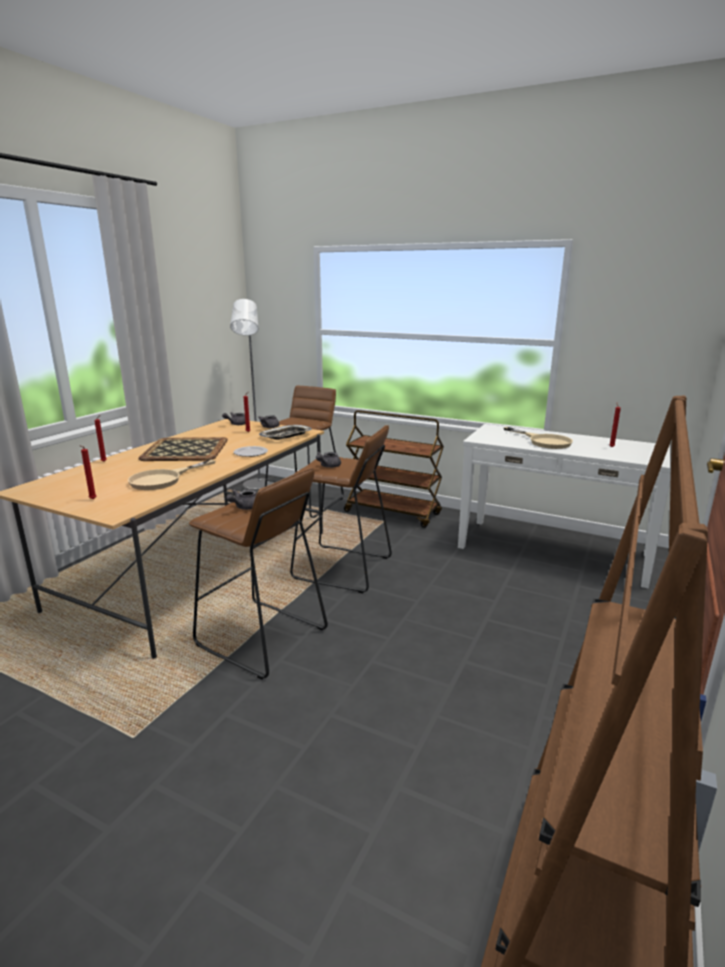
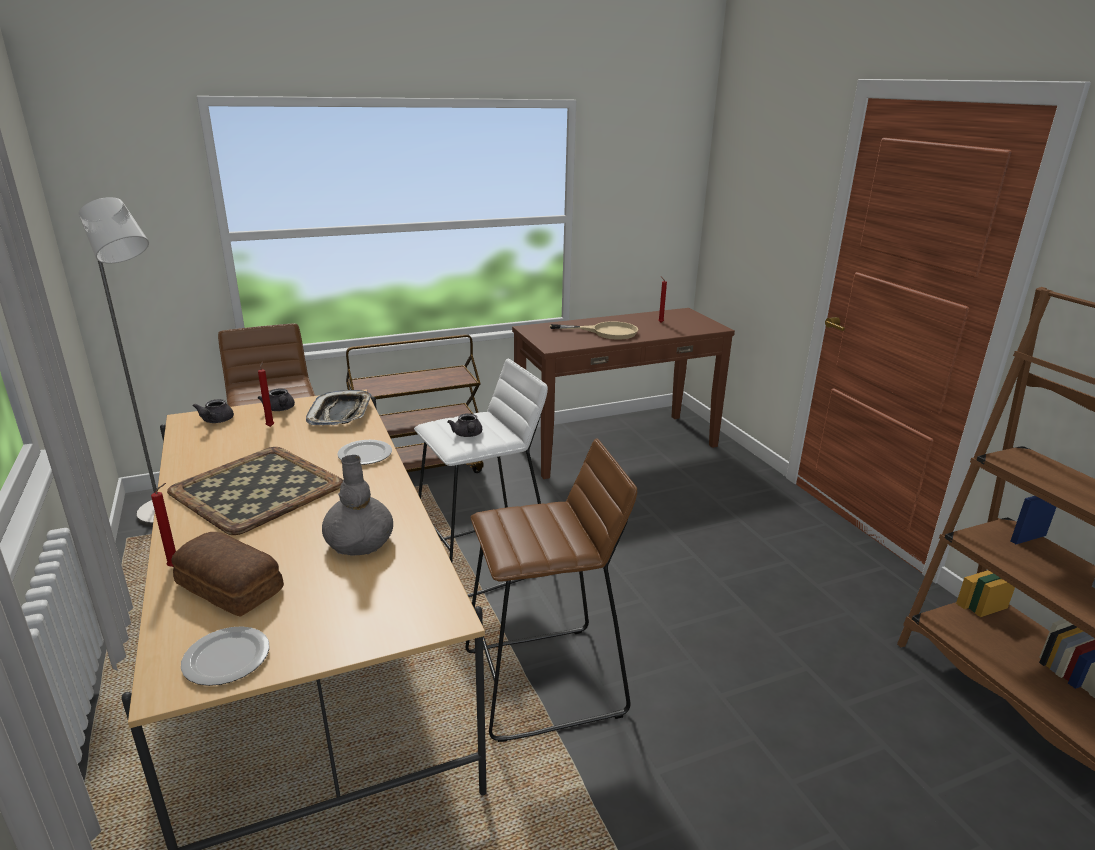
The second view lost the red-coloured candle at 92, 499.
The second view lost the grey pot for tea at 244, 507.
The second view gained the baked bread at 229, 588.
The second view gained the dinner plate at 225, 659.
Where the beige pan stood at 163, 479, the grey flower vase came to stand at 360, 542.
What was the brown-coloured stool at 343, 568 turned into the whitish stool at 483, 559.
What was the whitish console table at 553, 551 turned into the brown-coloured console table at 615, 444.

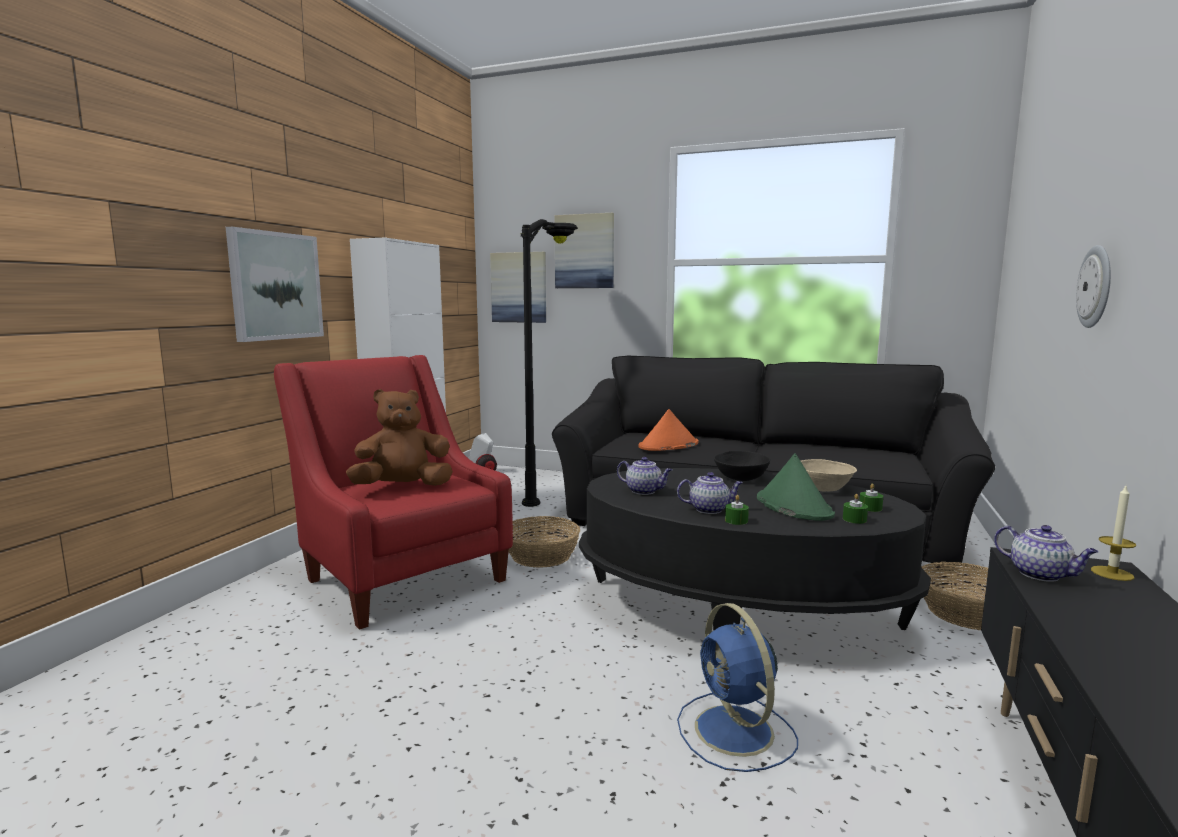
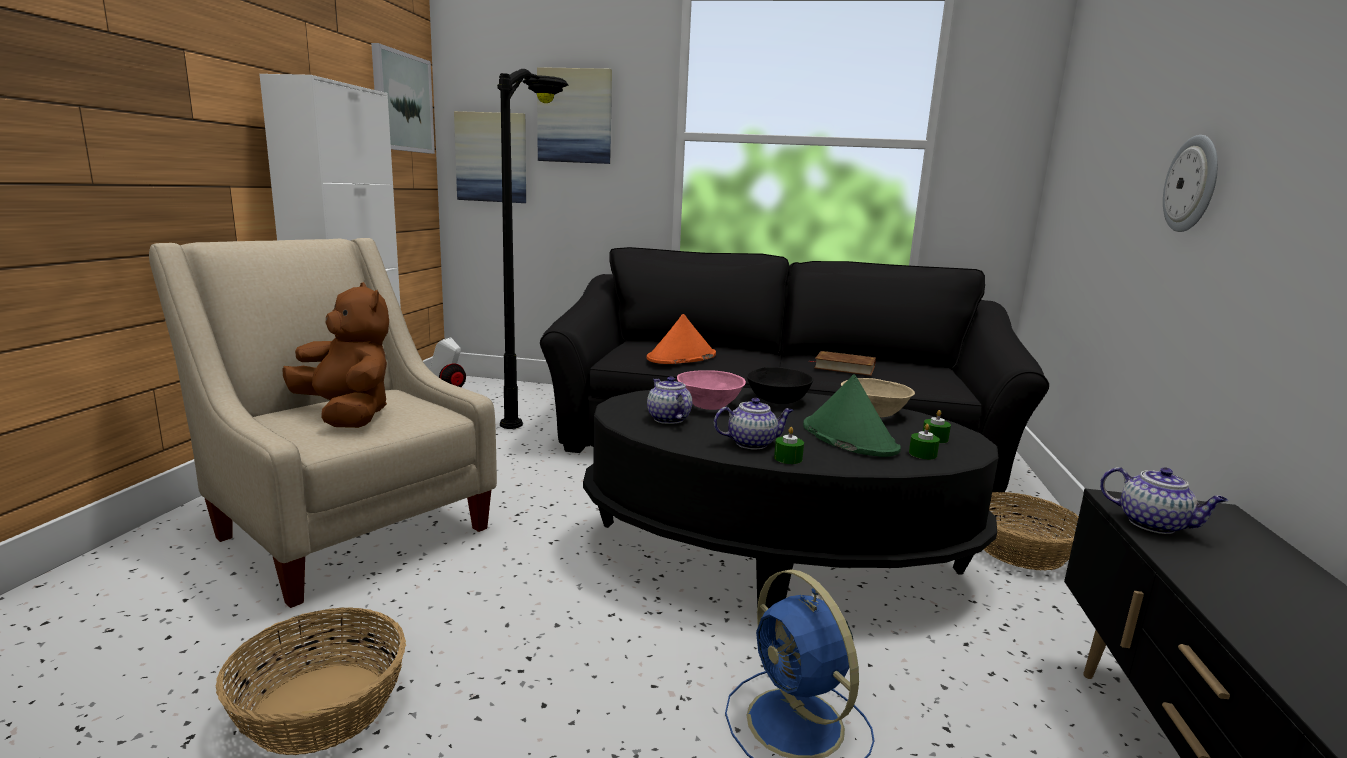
The second view lost the candle at 1112, 573.
The second view gained the pink deep dish at 708, 405.
The second view gained the brown-coloured bound book at 844, 367.
The wall picture ended up elsewhere, having gone from 275, 286 to 402, 102.
The basket ended up elsewhere, having gone from 540, 556 to 319, 707.
What was the red-coloured lounge chair at 400, 575 turned into the beige lounge chair at 346, 526.
The brown-coloured plush toy at 403, 487 ended up facing another way, 75 degrees clockwise from before.
The pot for tea at 644, 491 ended up facing another way, 135 degrees counterclockwise from before.

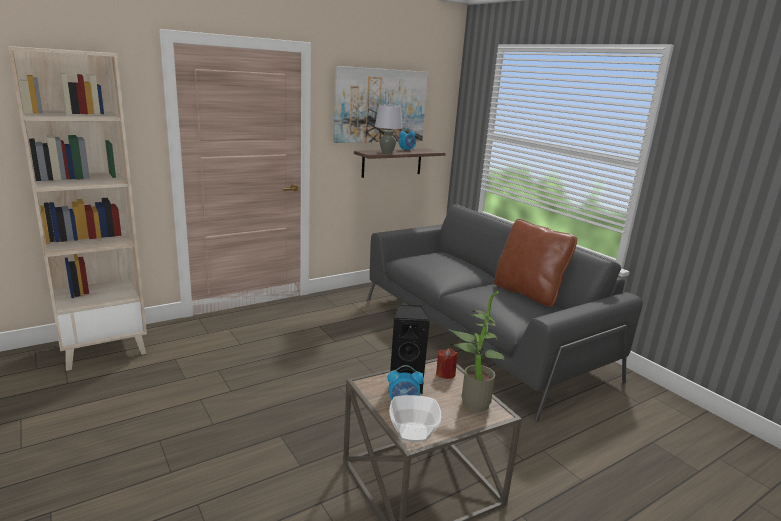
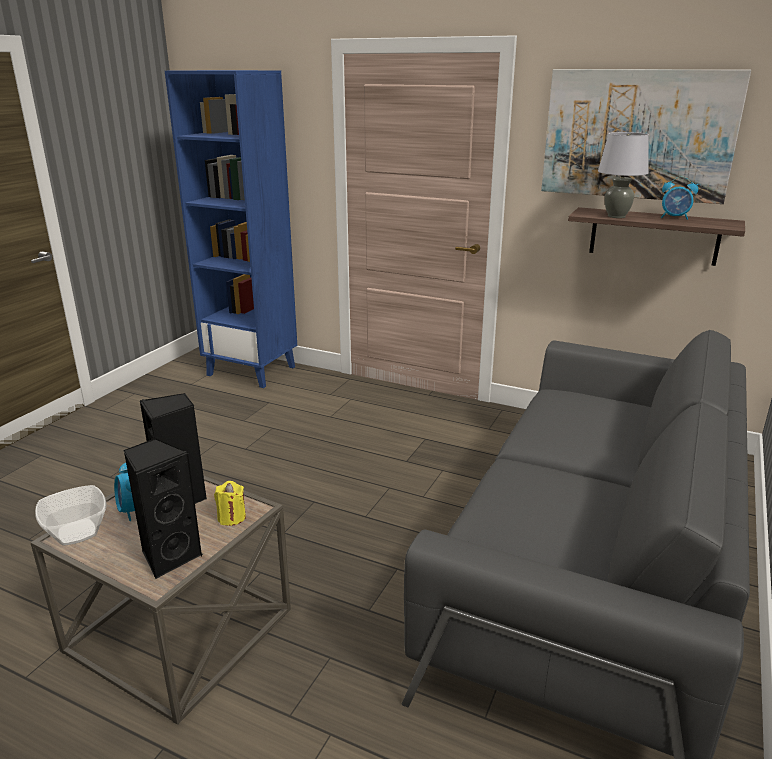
The second view lost the brown-coloured cushion at 528, 293.
Where the plant in a pot stood at 470, 403, the black-coloured loudspeaker came to stand at 169, 556.
What was the beige bookcase at 104, 348 turned into the blue bookcase at 252, 371.
What was the red-coloured candle at 445, 374 turned into the yellow-coloured candle at 231, 517.

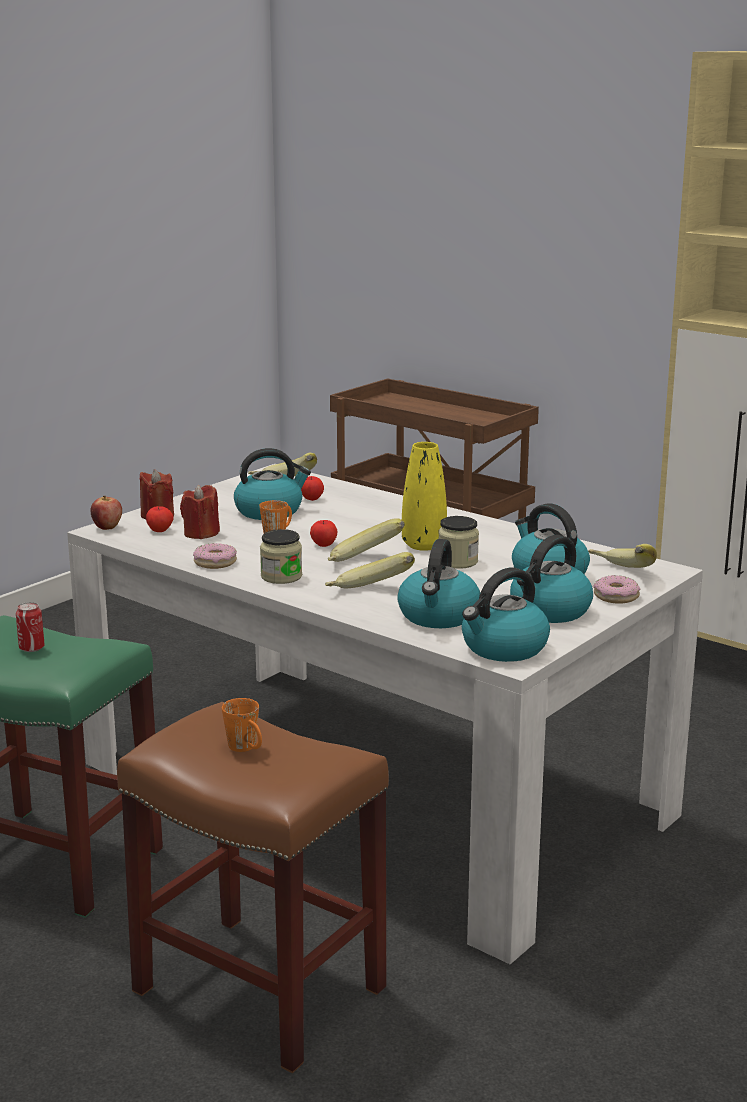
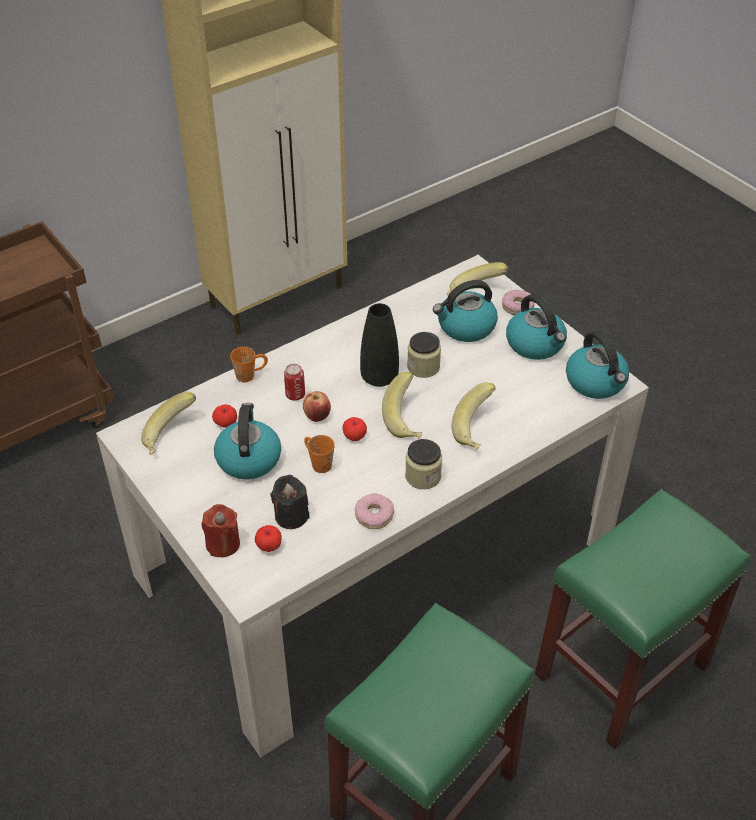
The second view lost the water kettle at 438, 616.
The sealed can ended up elsewhere, having gone from 31, 648 to 295, 395.
The apple fruit ended up elsewhere, having gone from 107, 528 to 317, 416.
The orange mug ended up elsewhere, having gone from 247, 749 to 251, 374.
What was the brown-coloured stool at 256, 989 turned into the greenish stool at 621, 672.
What was the red-coloured candle at 201, 533 turned into the black-coloured candle at 291, 516.
What was the yellow-coloured flower vase at 423, 545 turned into the black-coloured flower vase at 379, 377.

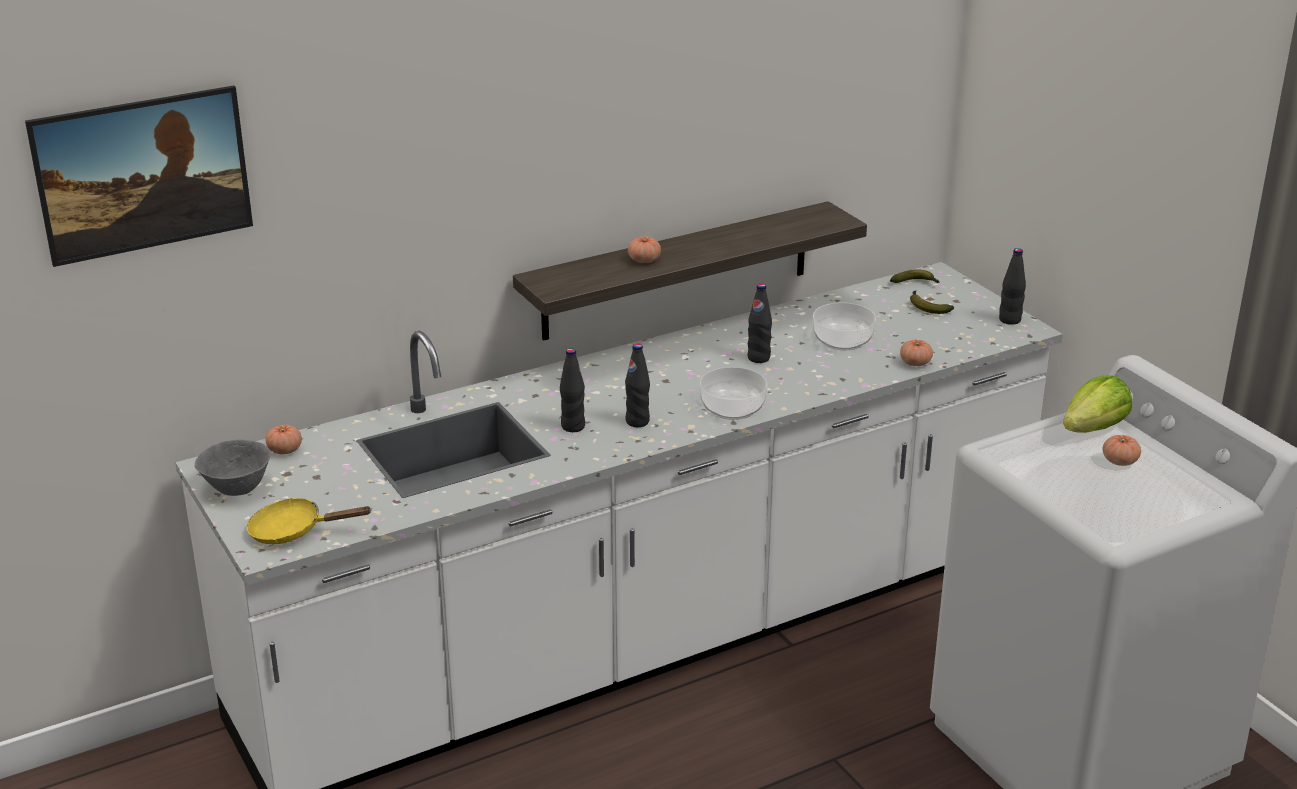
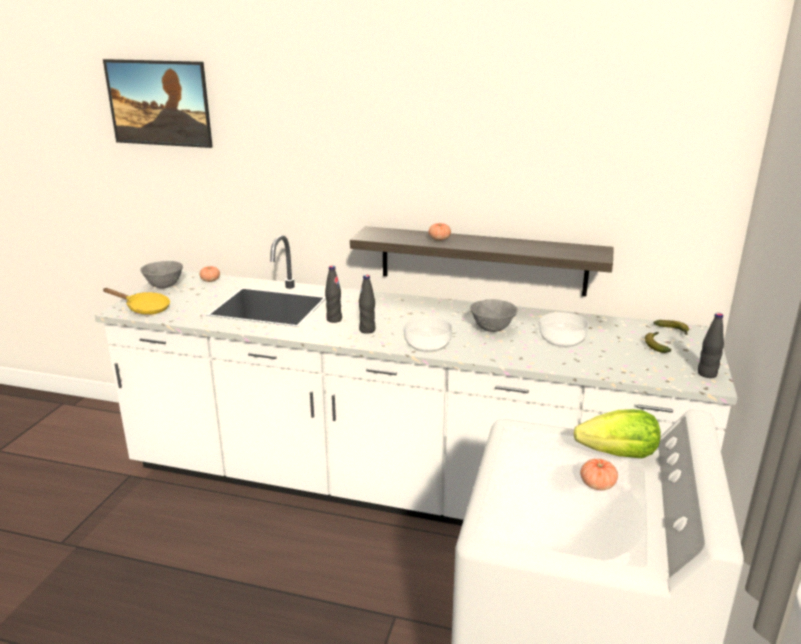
The second view lost the fresh tomato at 915, 363.
Where the black-coloured bottle stood at 758, 358, the grey deep dish came to stand at 492, 329.
The yellow-coloured pan at 294, 531 ended up facing another way, 150 degrees clockwise from before.

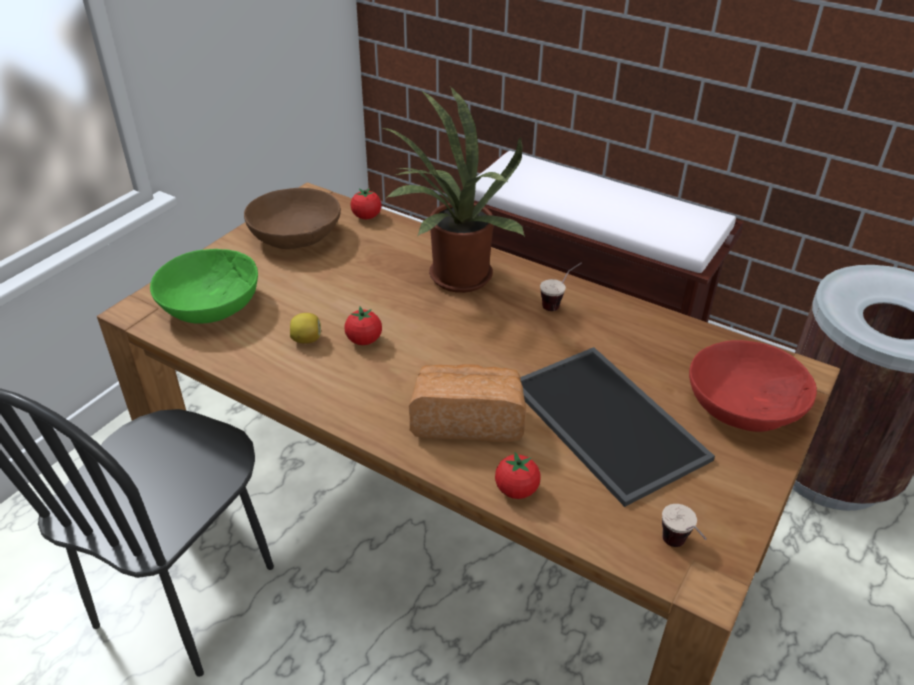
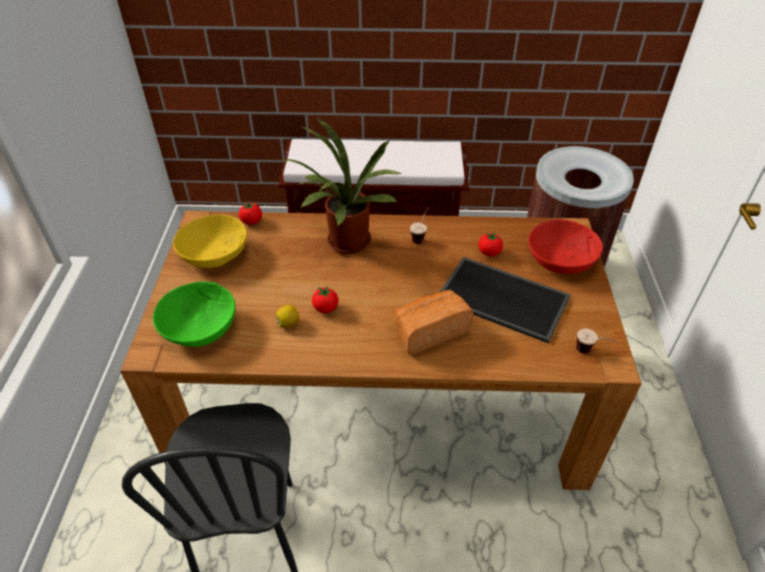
The fresh tomato ended up elsewhere, having gone from 516, 490 to 489, 252.
What was the brown-coloured deep dish at 296, 236 turned into the yellow-coloured deep dish at 214, 253.

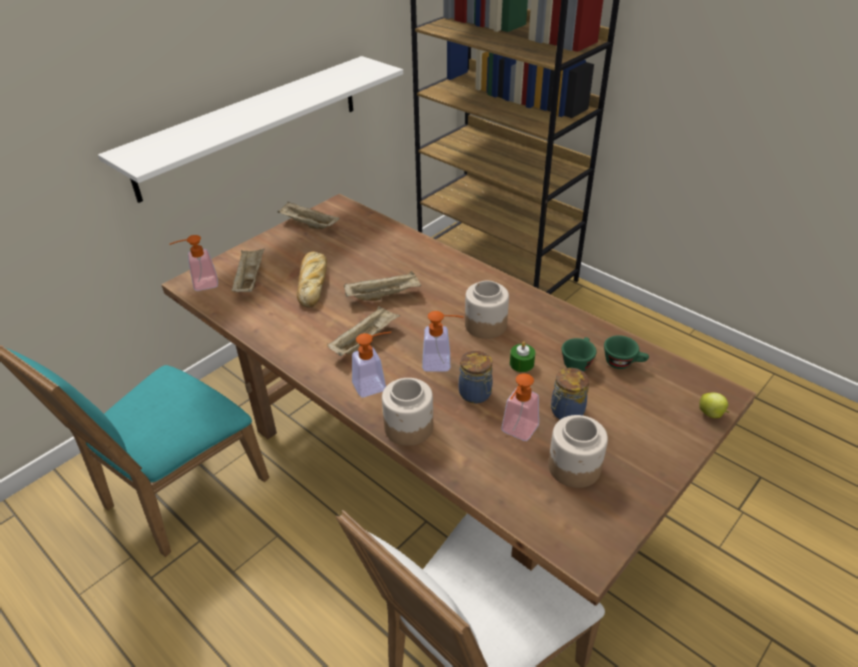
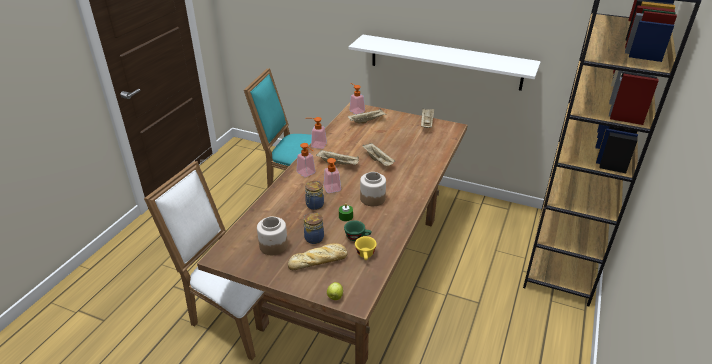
The second view lost the jar at 409, 427.
The baked bread ended up elsewhere, having gone from 313, 283 to 319, 261.
The soap bottle ended up elsewhere, having gone from 516, 432 to 316, 145.
What was the greenish cup at 623, 363 turned into the yellow-coloured cup at 366, 255.

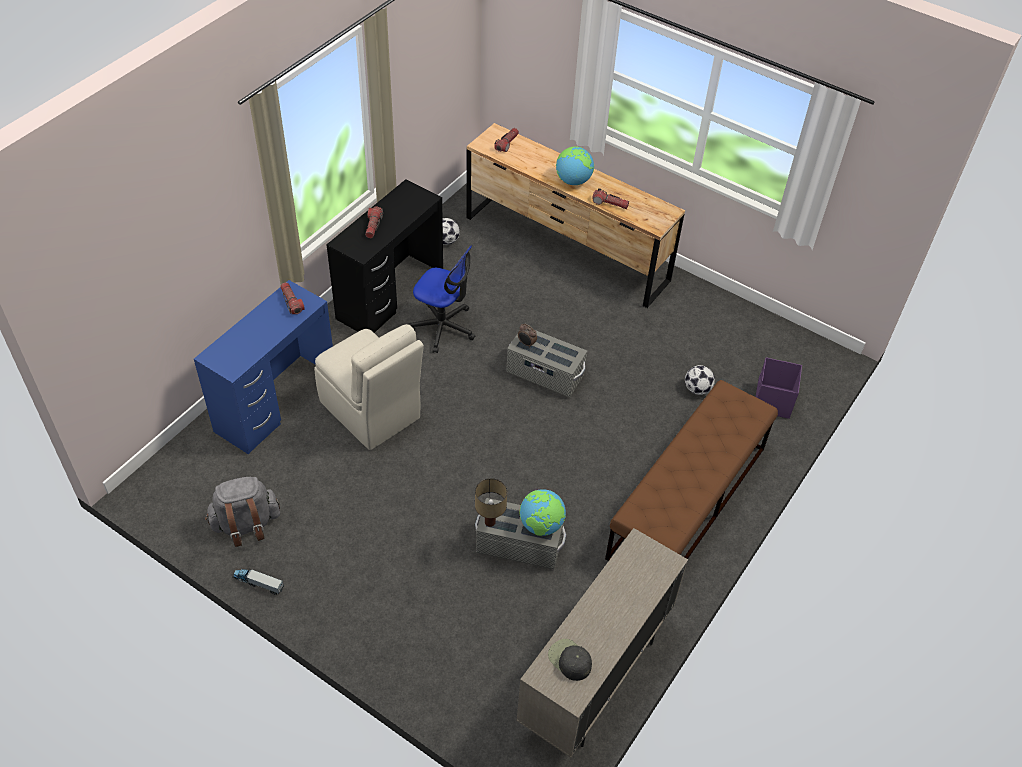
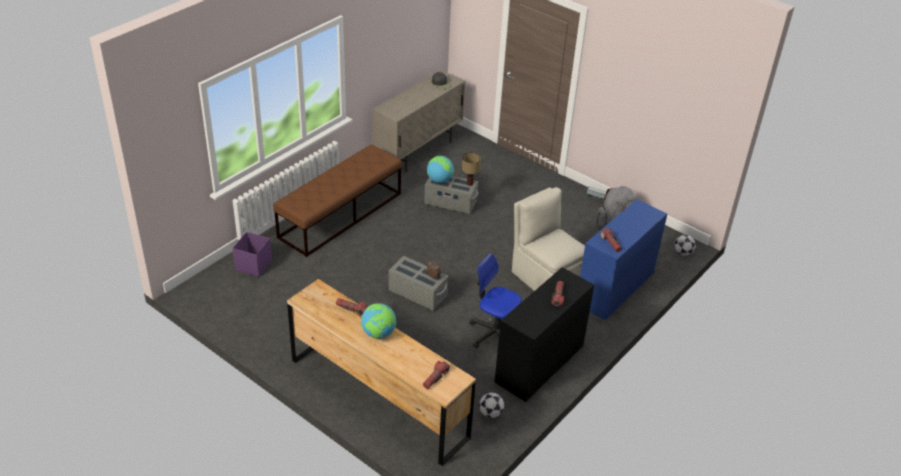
The ball for football ended up elsewhere, having gone from 697, 389 to 682, 252.

